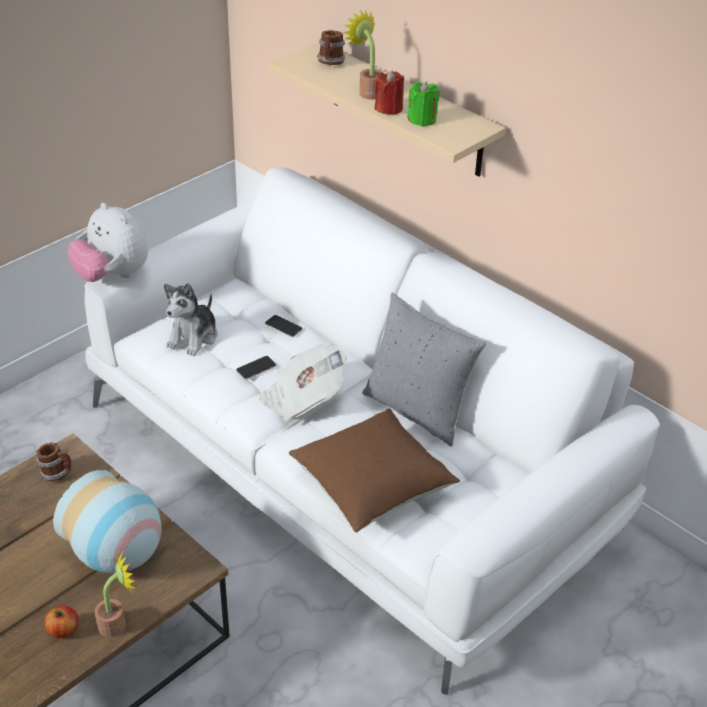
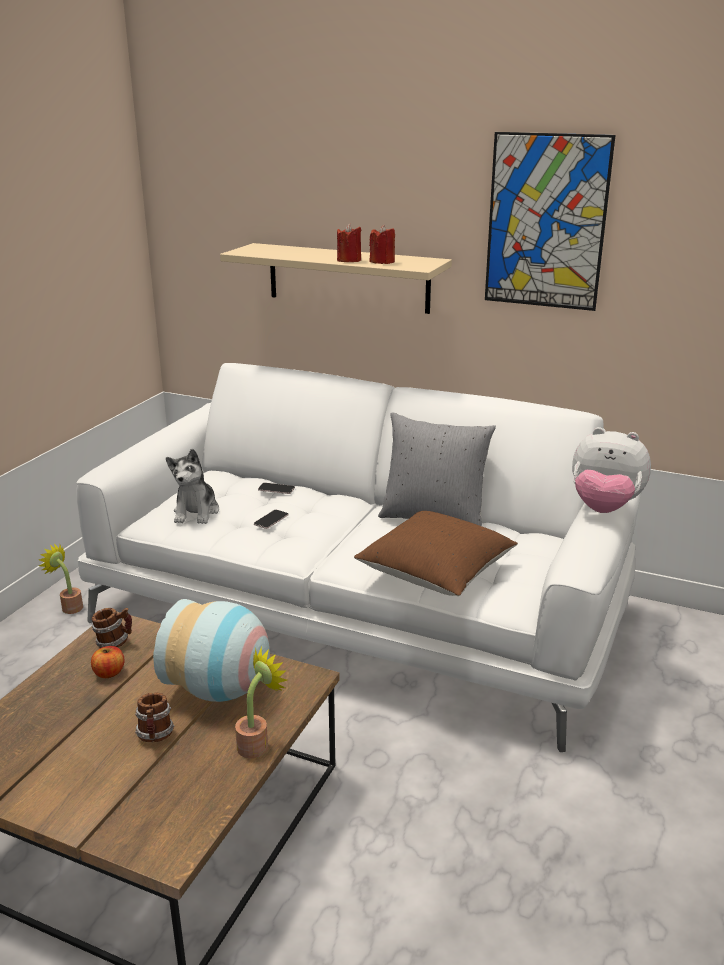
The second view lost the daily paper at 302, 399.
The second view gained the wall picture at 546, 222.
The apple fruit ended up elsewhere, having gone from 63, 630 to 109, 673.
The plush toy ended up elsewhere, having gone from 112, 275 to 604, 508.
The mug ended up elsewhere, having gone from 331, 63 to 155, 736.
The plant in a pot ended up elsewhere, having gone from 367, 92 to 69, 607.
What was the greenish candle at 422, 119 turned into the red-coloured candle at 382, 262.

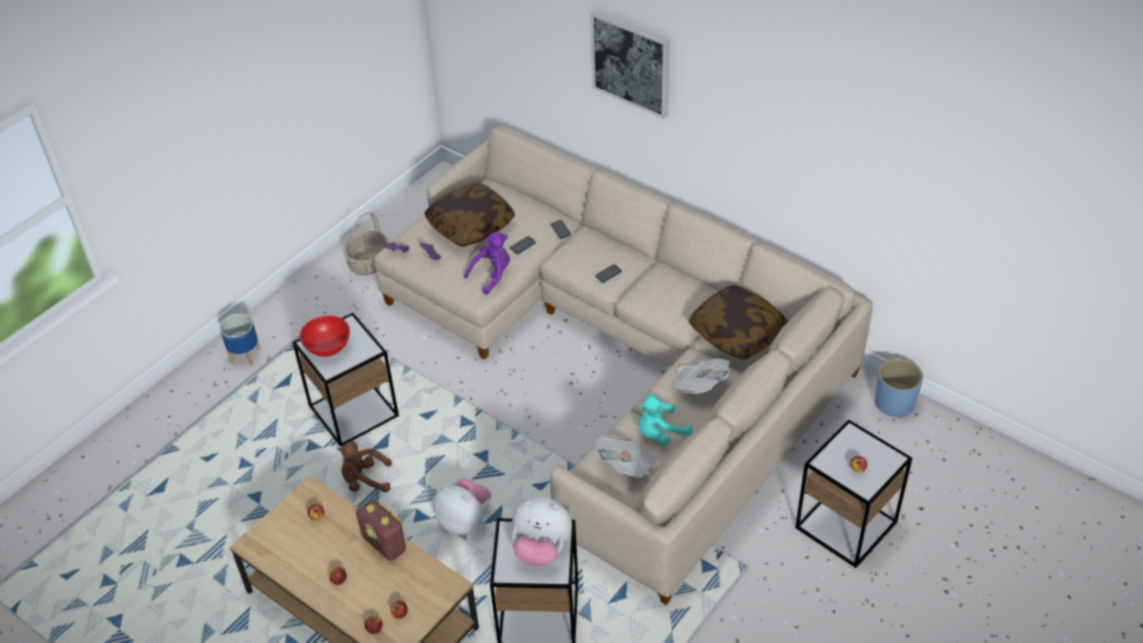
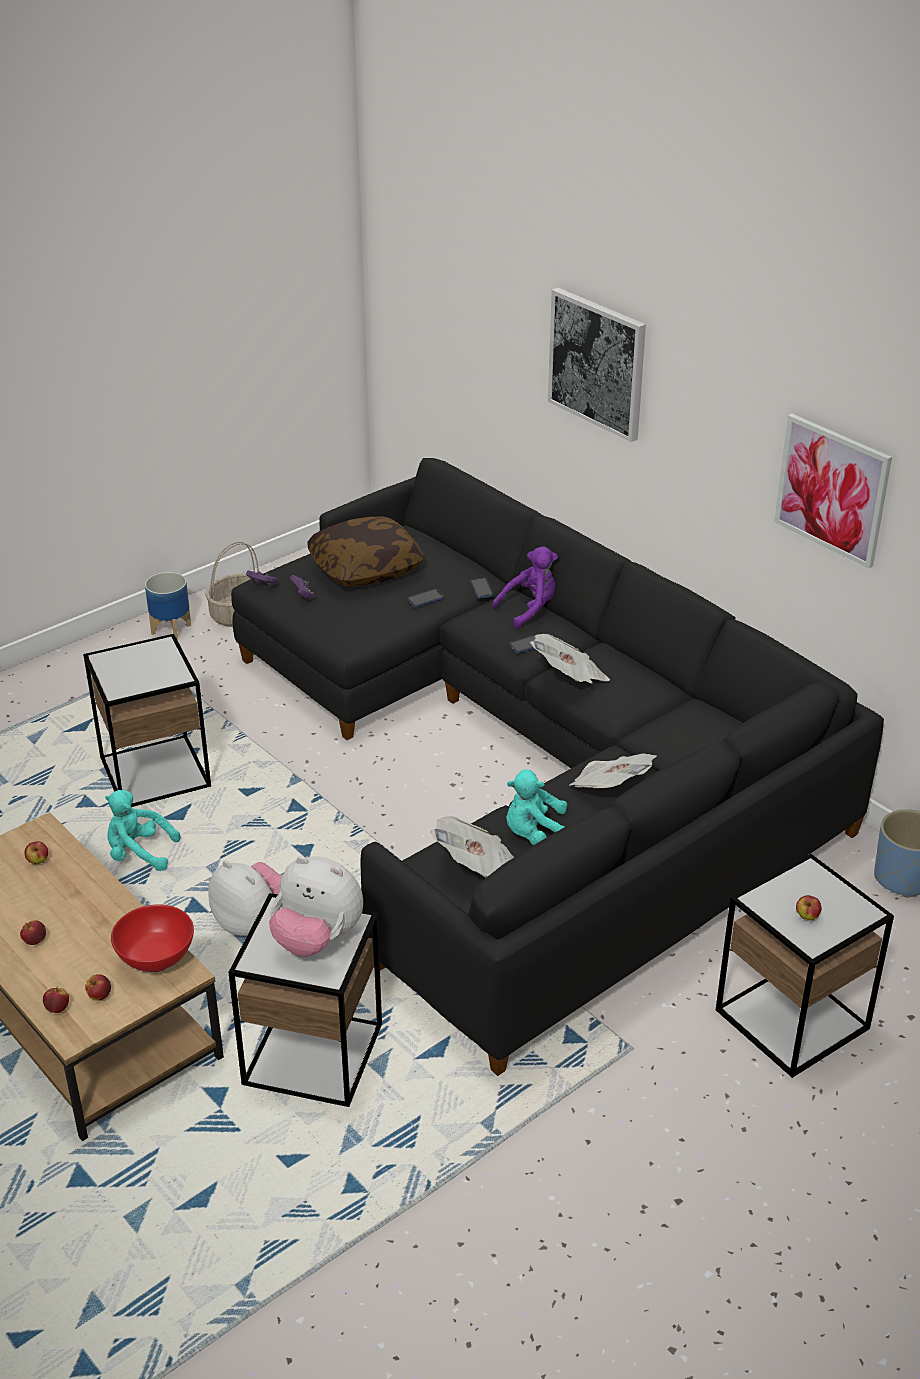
The second view lost the radio receiver at 385, 544.
The second view lost the cushion at 737, 333.
The second view gained the daily paper at 569, 677.
The second view gained the wall picture at 832, 489.
The plant pot ended up elsewhere, having gone from 245, 355 to 171, 629.
The red-coloured deep dish ended up elsewhere, having gone from 328, 348 to 156, 959.
The purple plush toy ended up elsewhere, having gone from 492, 275 to 530, 609.
What was the brown-coloured plush toy at 365, 480 turned into the turquoise plush toy at 139, 853.
What was the beige couch at 623, 358 turned into the black-coloured couch at 532, 766.

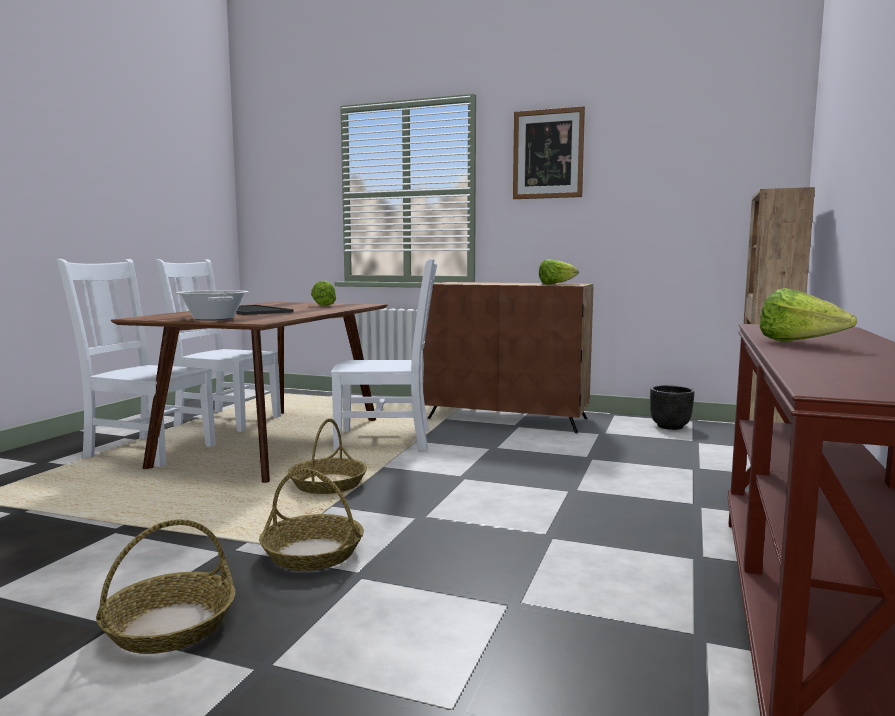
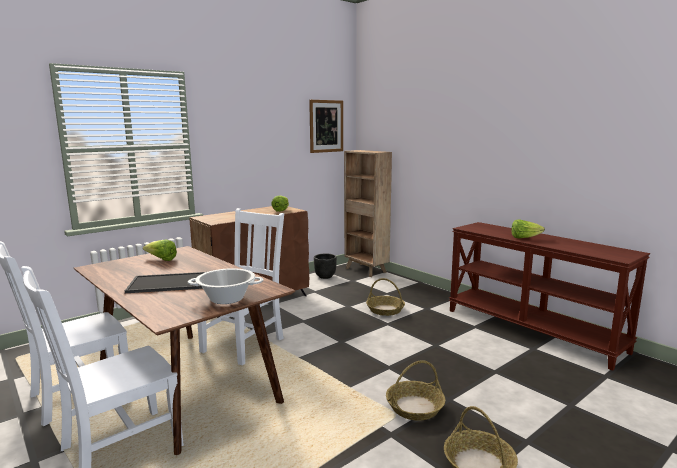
The basket ended up elsewhere, having gone from 328, 485 to 385, 310.
The wall picture ended up elsewhere, having gone from 548, 154 to 326, 126.

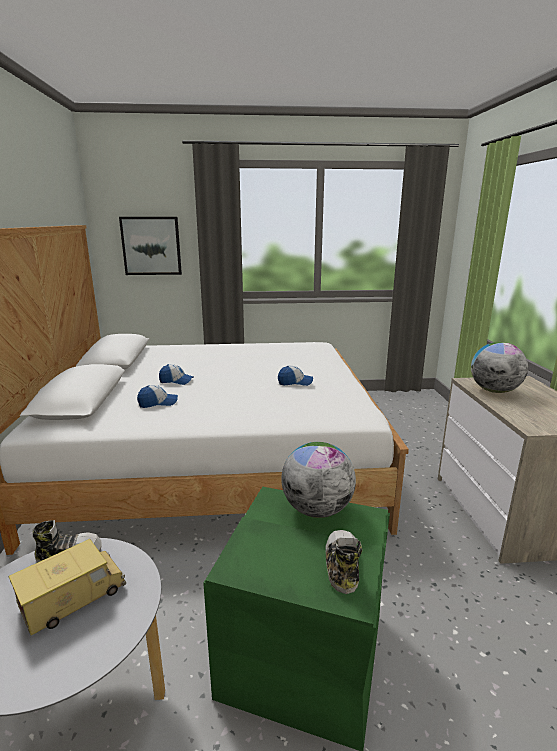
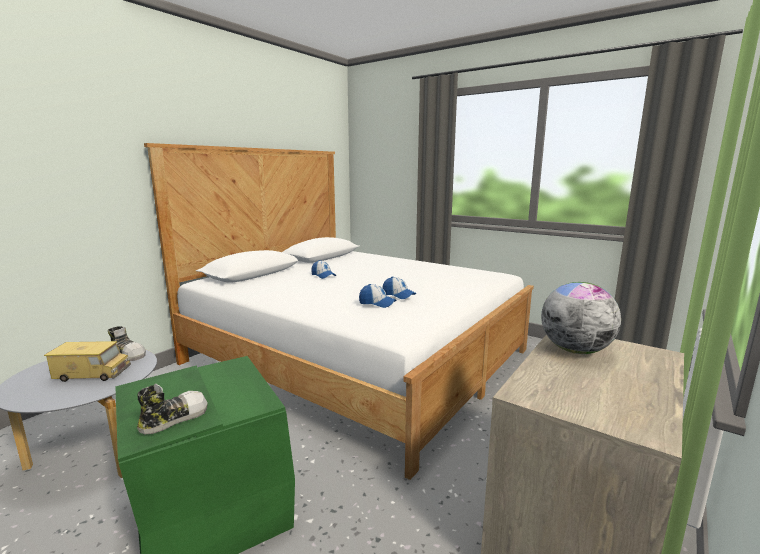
The second view lost the wall picture at 151, 246.
The second view lost the world globe at 317, 509.
The peaked cap ended up elsewhere, having gone from 158, 403 to 377, 303.

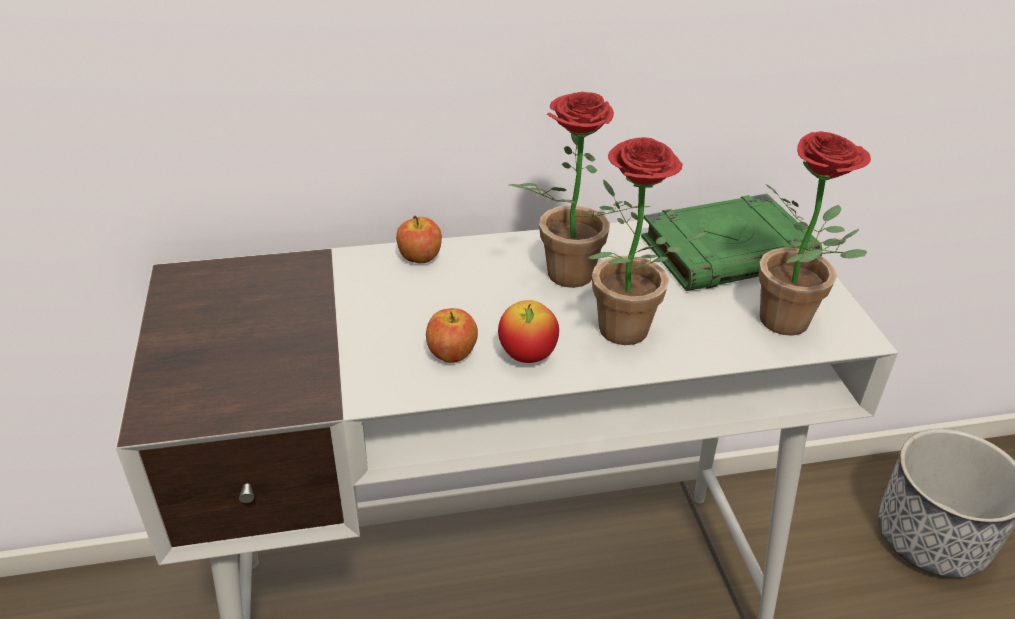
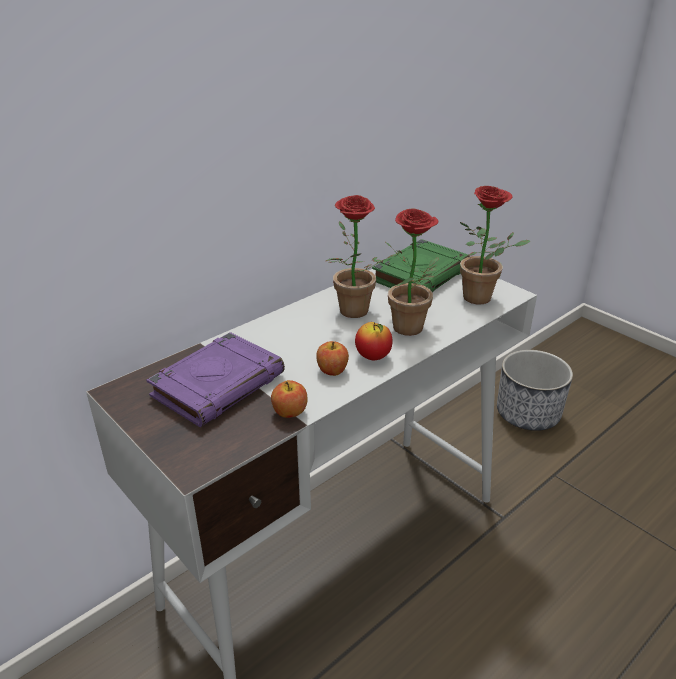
The second view gained the purple bound book at 219, 384.
The apple fruit ended up elsewhere, having gone from 419, 257 to 289, 412.

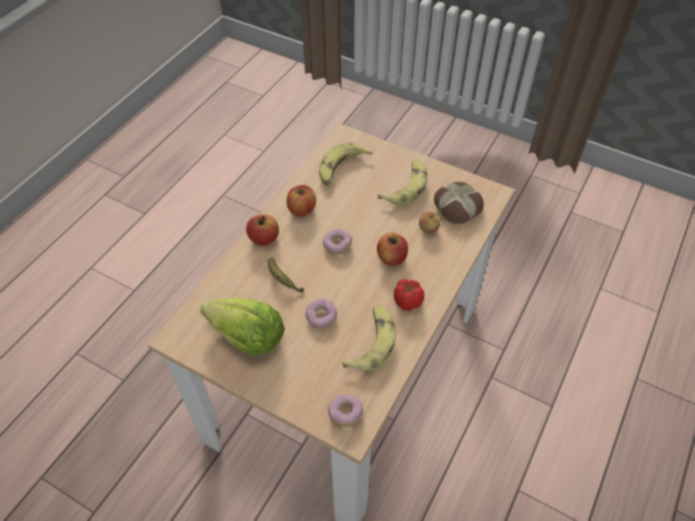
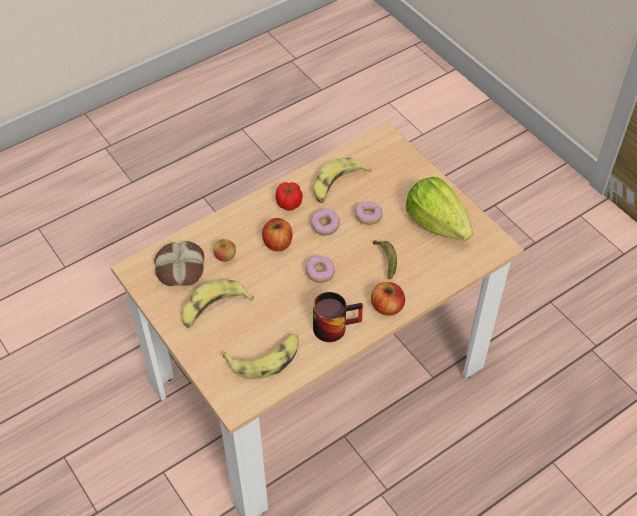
The ring doughnut ended up elsewhere, having gone from 345, 413 to 325, 226.
Where the apple fruit stood at 301, 209, the mug came to stand at 334, 324.

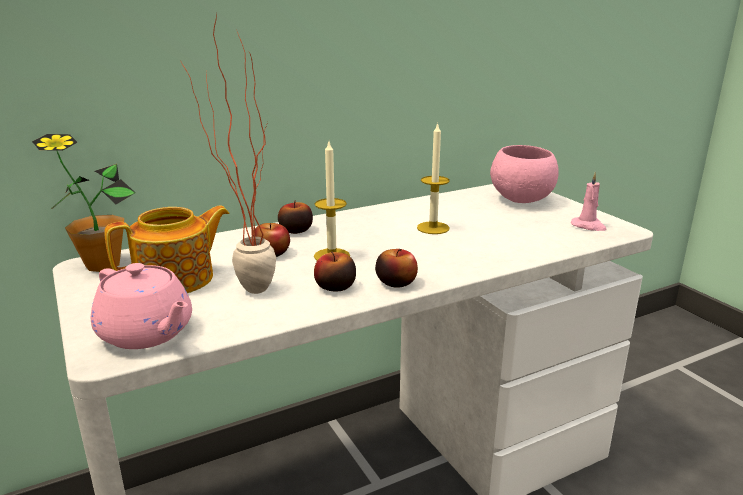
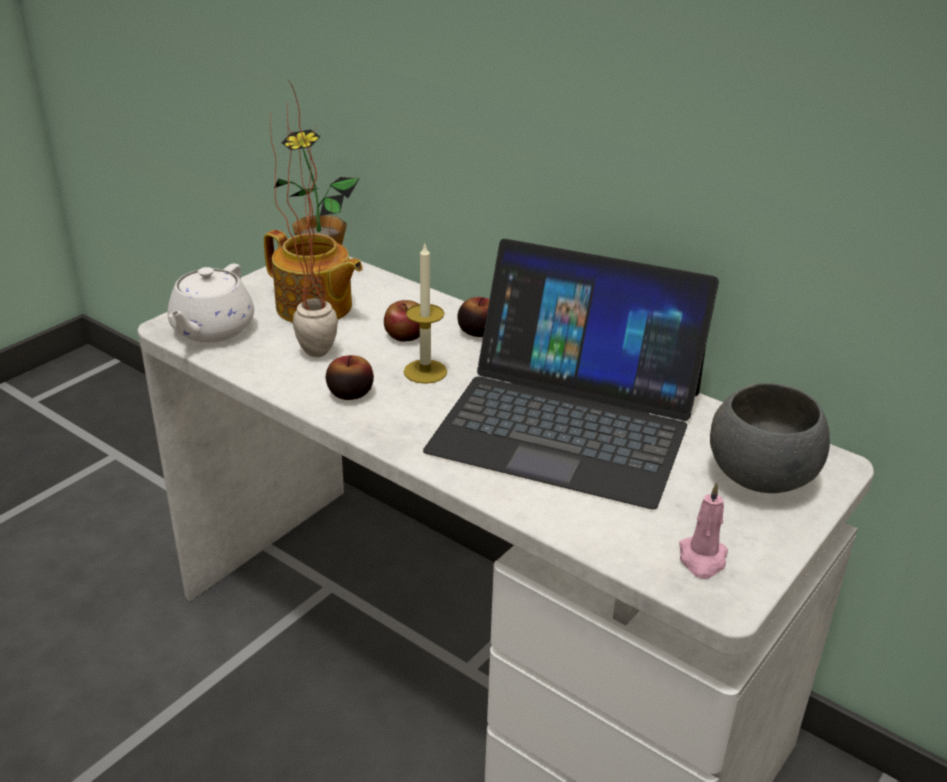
The second view lost the apple fruit at 396, 282.
Where the candle stood at 433, 228, the laptop came to stand at 568, 420.
What was the pink pot for tea at 147, 333 turned into the whitish pot for tea at 211, 329.
What was the pink deep dish at 520, 200 turned into the grey deep dish at 759, 477.

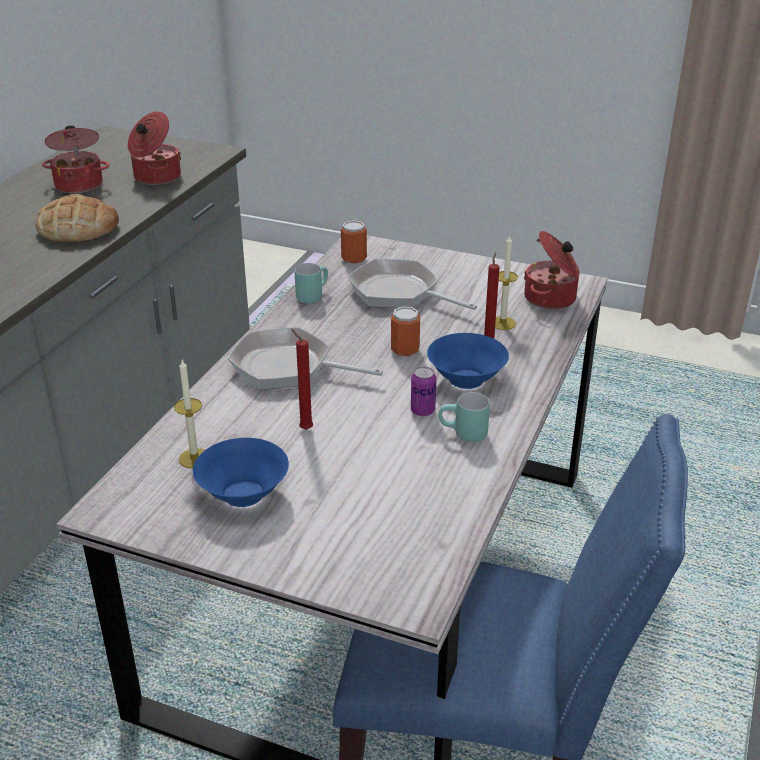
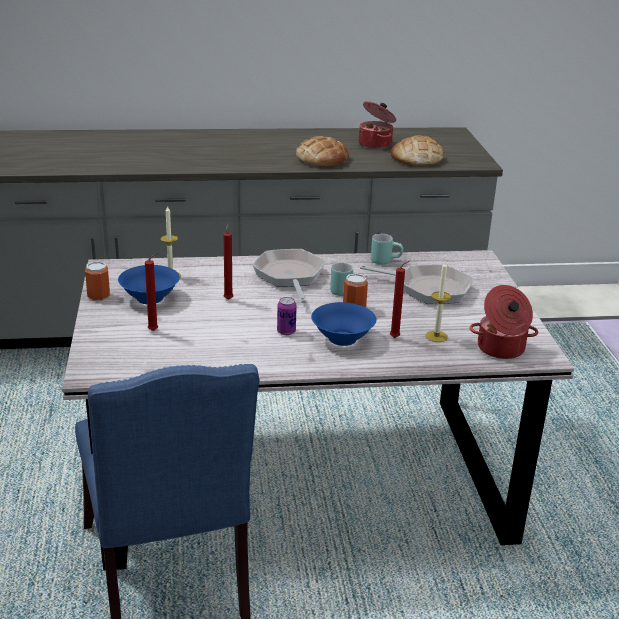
The second view gained the red-coloured candle at 155, 330.
The sealed can ended up elsewhere, having gone from 354, 259 to 98, 296.
The turquoise mug ended up elsewhere, having gone from 463, 435 to 337, 290.
Where the saucepot stood at 156, 177, the baked bread came to stand at 416, 158.
The pan at 399, 293 ended up facing another way, 105 degrees clockwise from before.

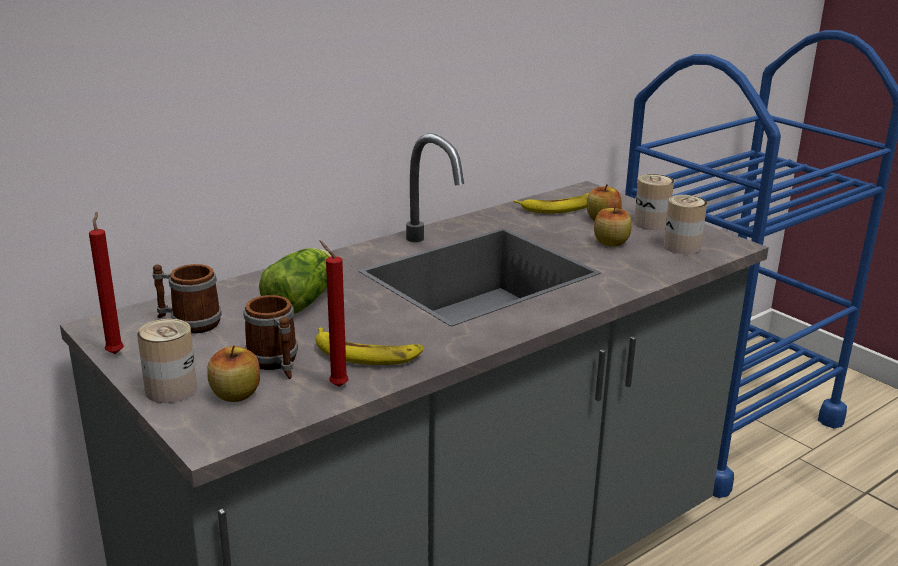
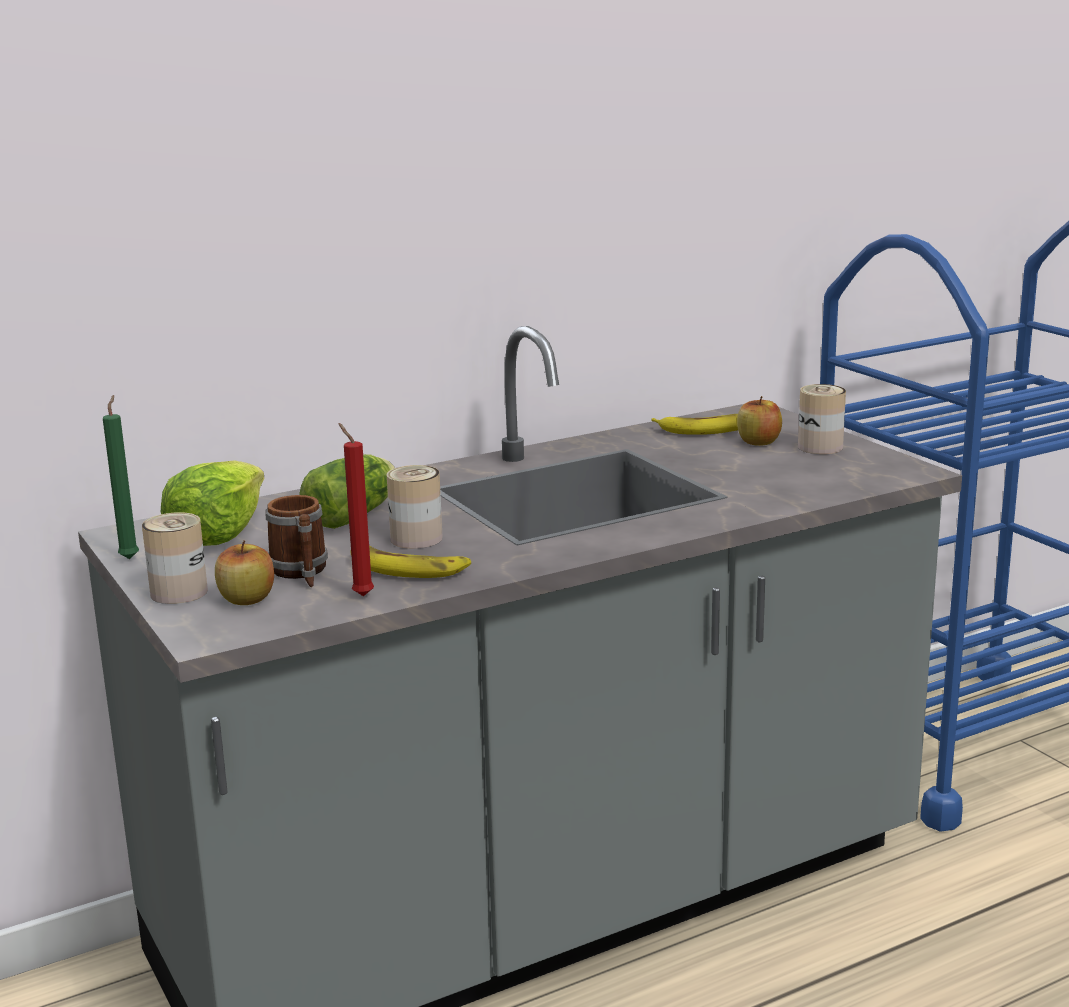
The second view lost the apple fruit at 611, 243.
The sealed can ended up elsewhere, having gone from 682, 247 to 416, 539.
Where the mug stood at 188, 322, the head of lettuce came to stand at 217, 533.
What was the red-coloured candle at 116, 352 turned into the greenish candle at 130, 557.

